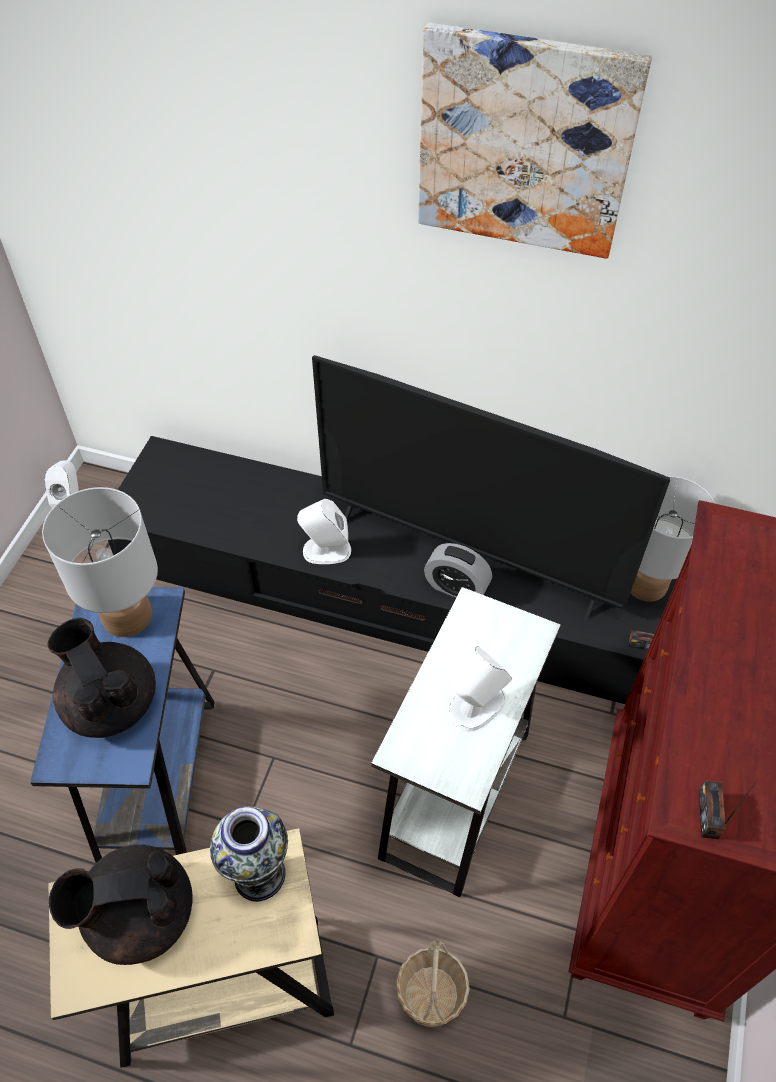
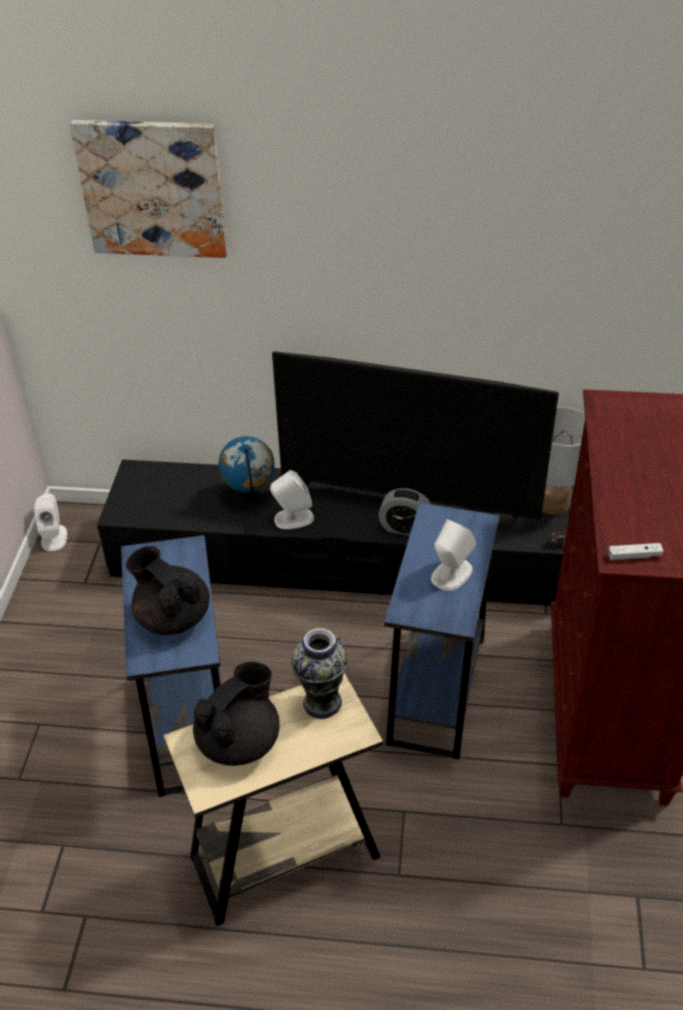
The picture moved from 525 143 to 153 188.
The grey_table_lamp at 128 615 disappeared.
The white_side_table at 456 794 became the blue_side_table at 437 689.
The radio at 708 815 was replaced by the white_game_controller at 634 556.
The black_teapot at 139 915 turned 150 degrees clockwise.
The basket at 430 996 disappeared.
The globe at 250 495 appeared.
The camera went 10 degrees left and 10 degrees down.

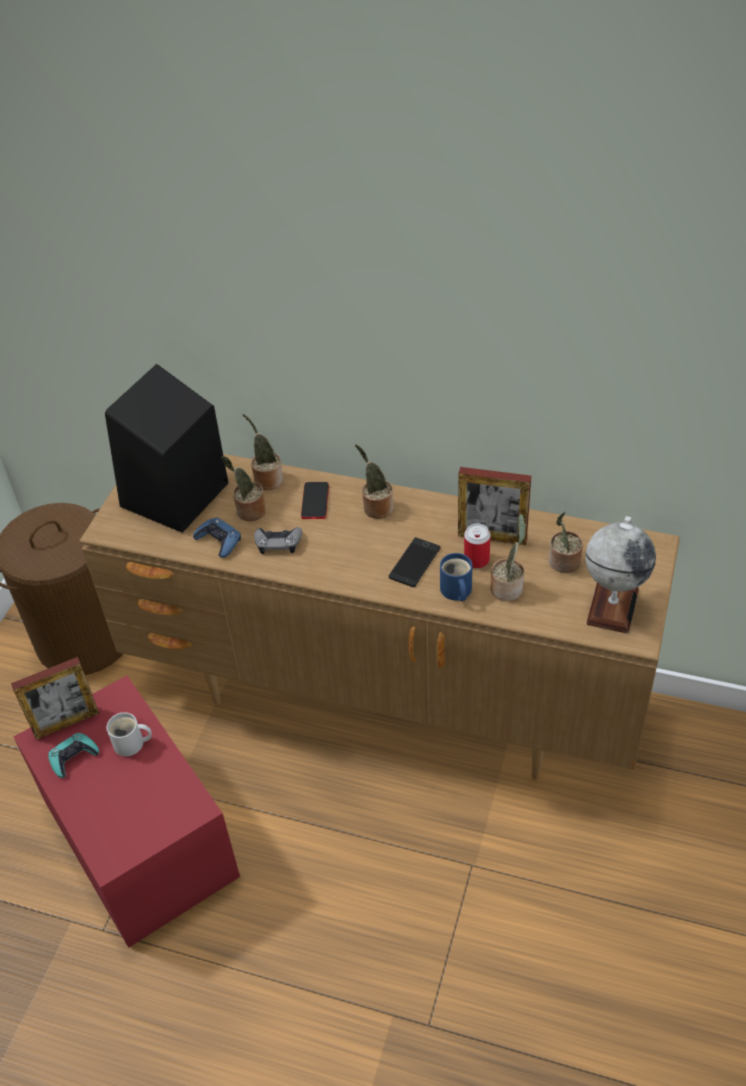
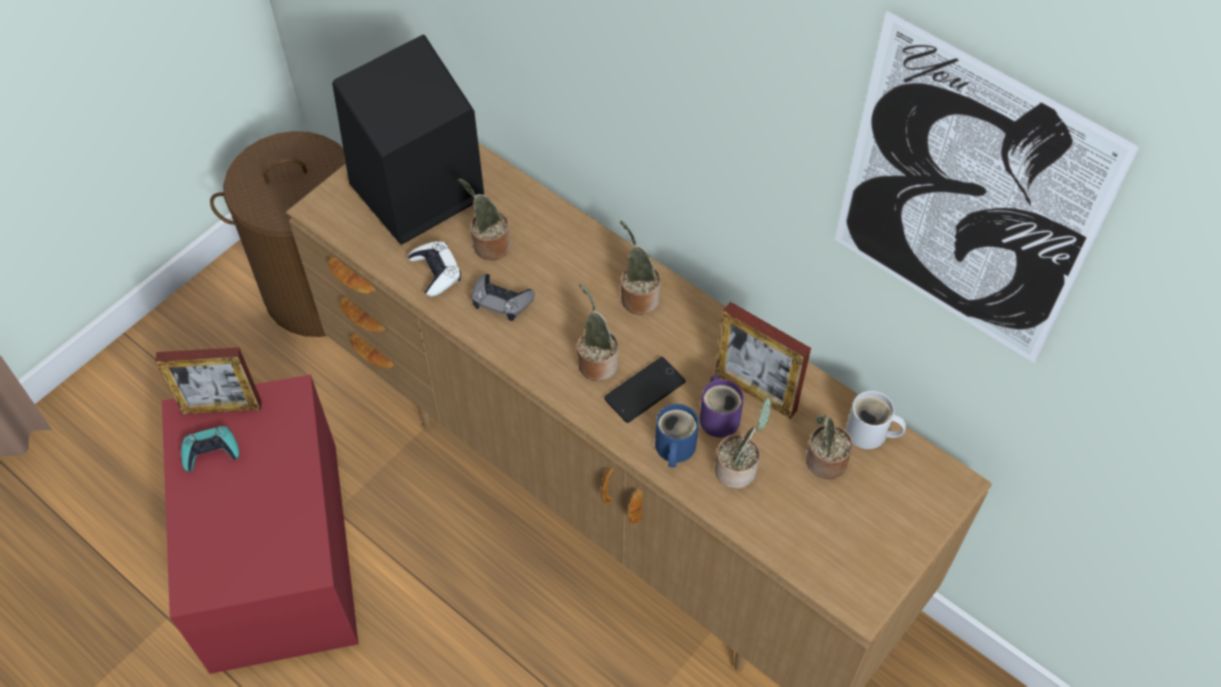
The potted_plant moved from 267 479 to 596 362.
The phone at 315 501 disappeared.
The globe at 612 605 disappeared.
The blue_game_controller at 219 541 became the white_game_controller at 436 272.
The can at 476 560 was replaced by the purple_mug at 720 416.
The white_mug moved from 131 744 to 870 434.
The picture at 966 199 appeared.
The camera went 20 degrees right and 10 degrees up.

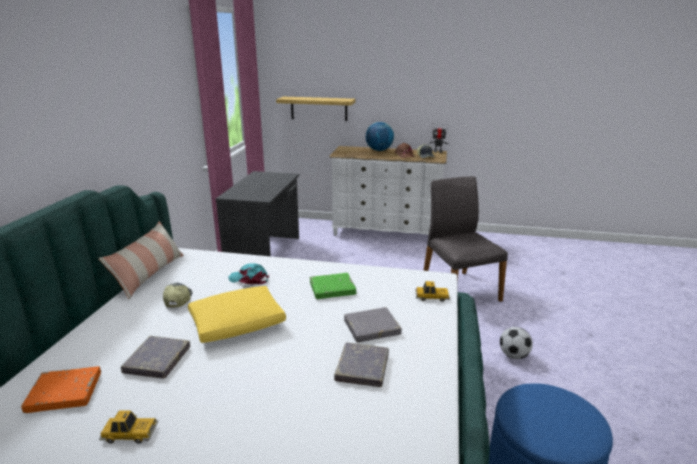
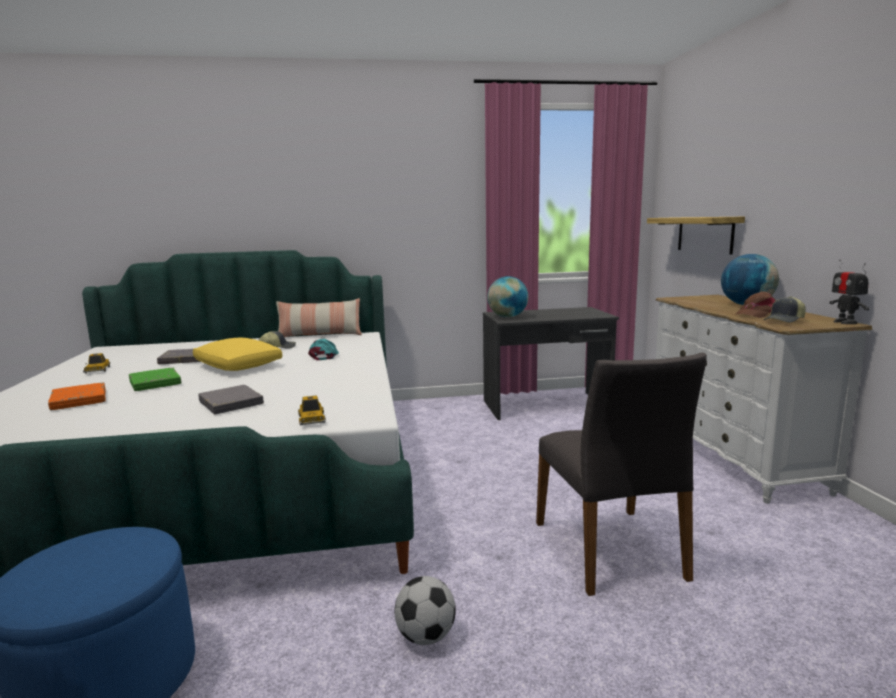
The grey_chair at 458 289 turned 120 degrees clockwise.
The green_book moved from 332 289 to 155 383.
The grey_book at 362 368 disappeared.
The orange_book moved from 64 393 to 79 400.
The globe at 507 317 appeared.
The camera went 70 degrees right and 10 degrees down.

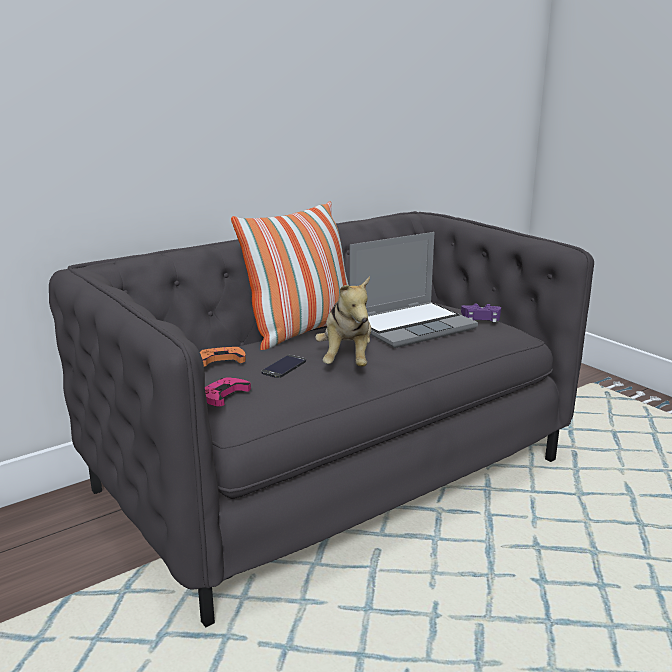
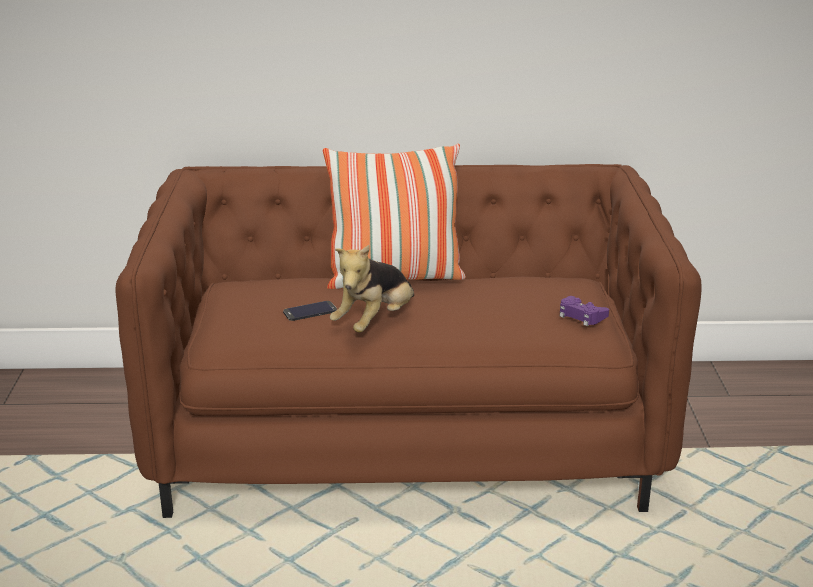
The grey_sofa at 335 473 became the brown_sofa at 406 438.
The laptop at 412 326 disappeared.
The orange_game_controller at 221 360 disappeared.
The pink_game_controller at 223 395 disappeared.
The camera went 35 degrees right and 5 degrees up.

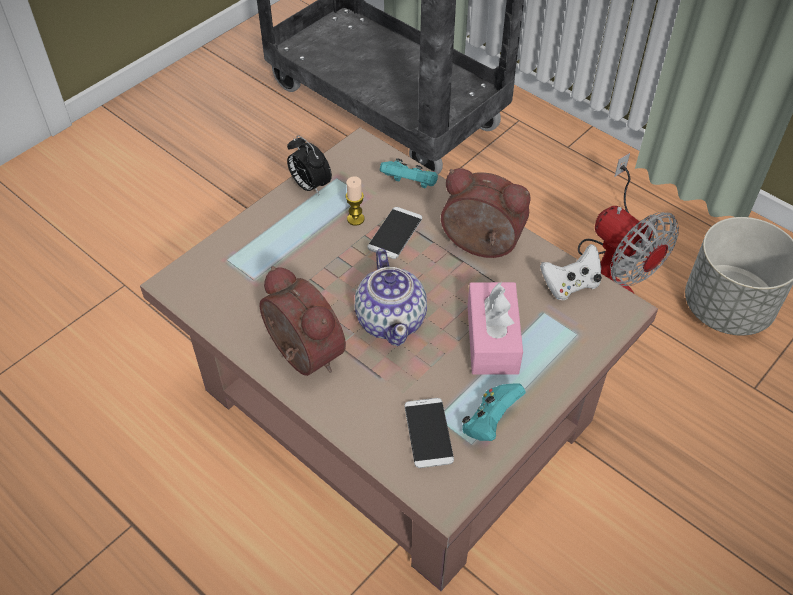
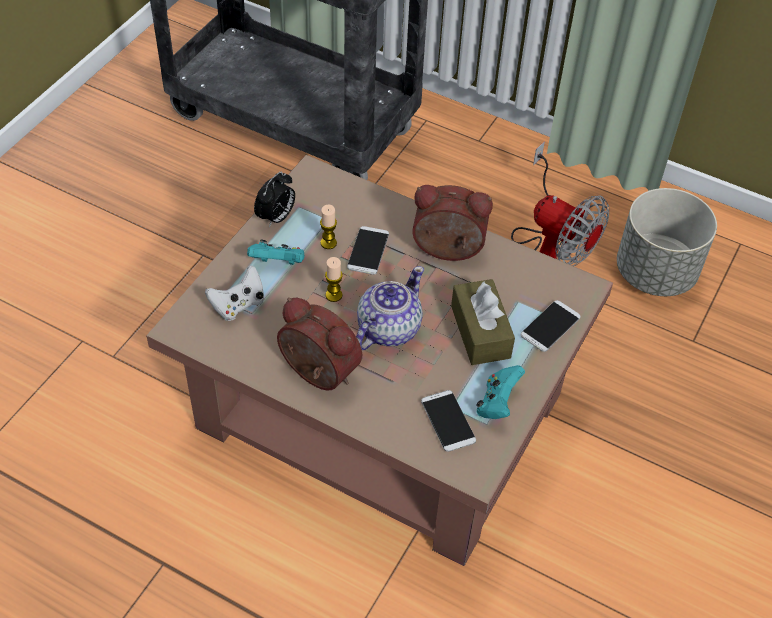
The alarm_clock at 309 186 turned 90 degrees counterclockwise.
The turquoise_game_controller moved from 410 185 to 278 263.
The white_game_controller moved from 570 285 to 238 305.
The teapot at 391 319 turned 120 degrees counterclockwise.
The pink_tissue_box at 492 339 became the brown_tissue_box at 480 332.
The candle at 334 295 appeared.
The phone at 550 326 appeared.
The camera went 15 degrees left and 0 degrees up.

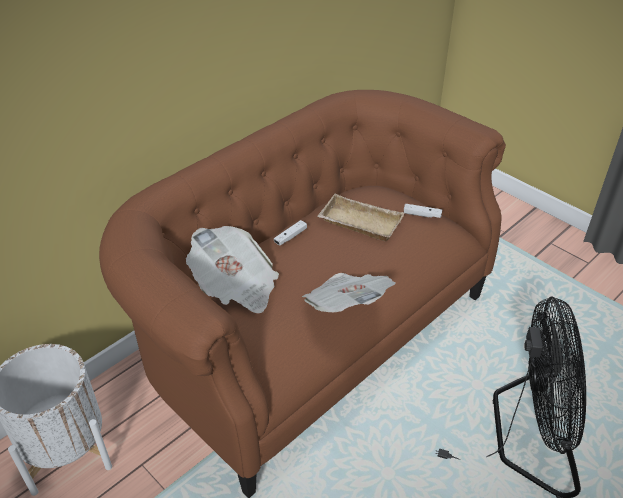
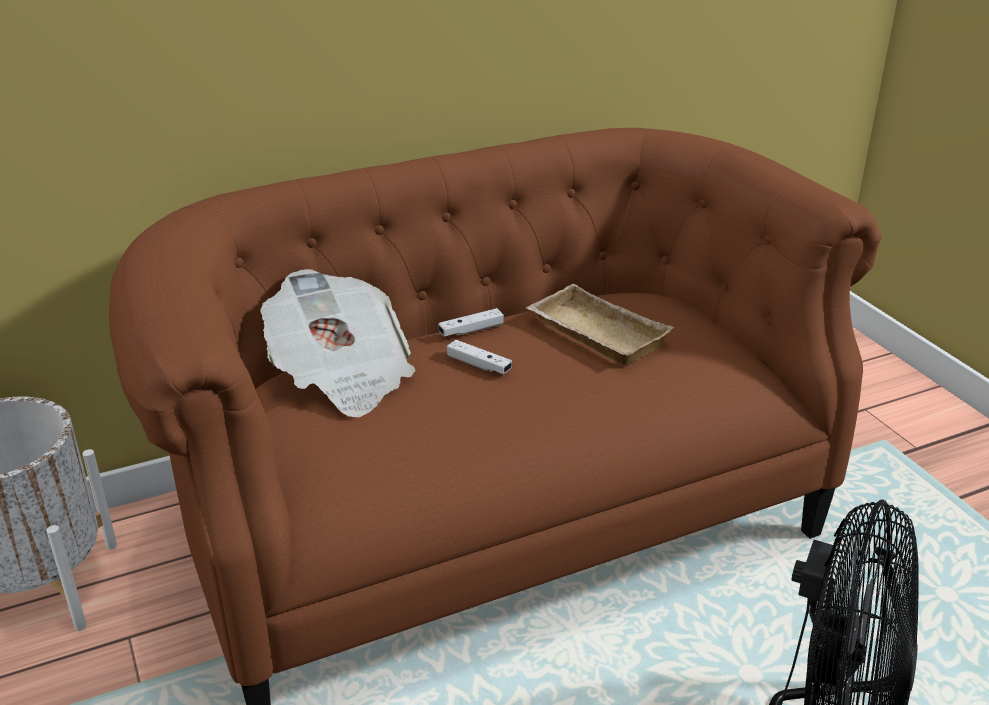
The white_game_controller moved from 422 215 to 479 365.
The newspaper at 346 306 disappeared.
The camera went 20 degrees right and 10 degrees down.

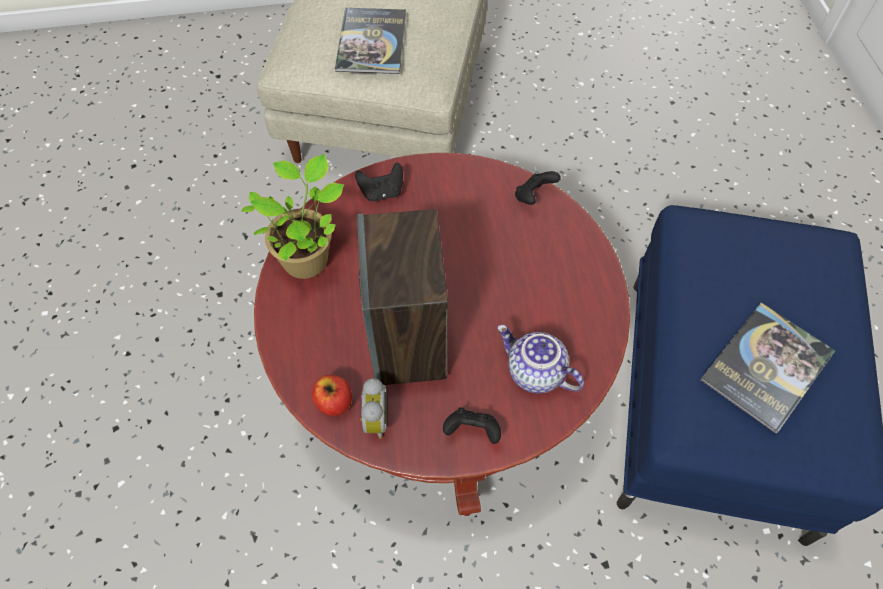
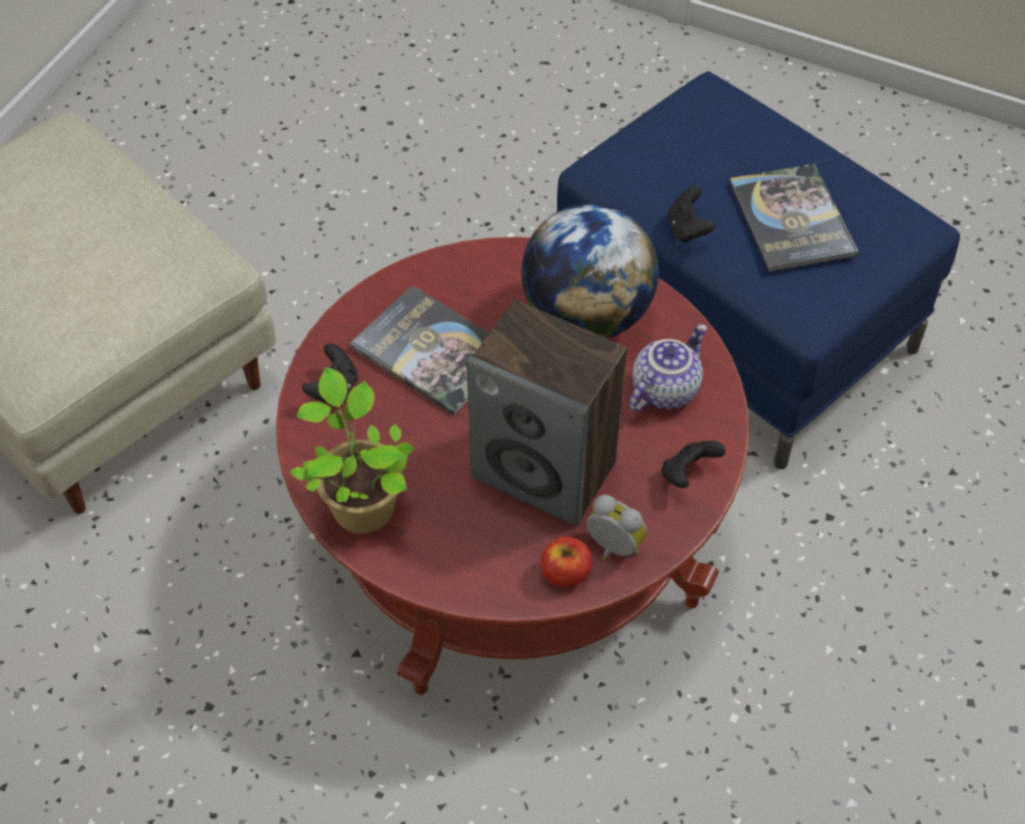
The book moved from 371 42 to 432 351.
The black_game_controller moved from 533 196 to 688 229.
The teapot at 534 373 turned 150 degrees clockwise.
The globe at 586 315 appeared.
The camera went 55 degrees left and 5 degrees down.

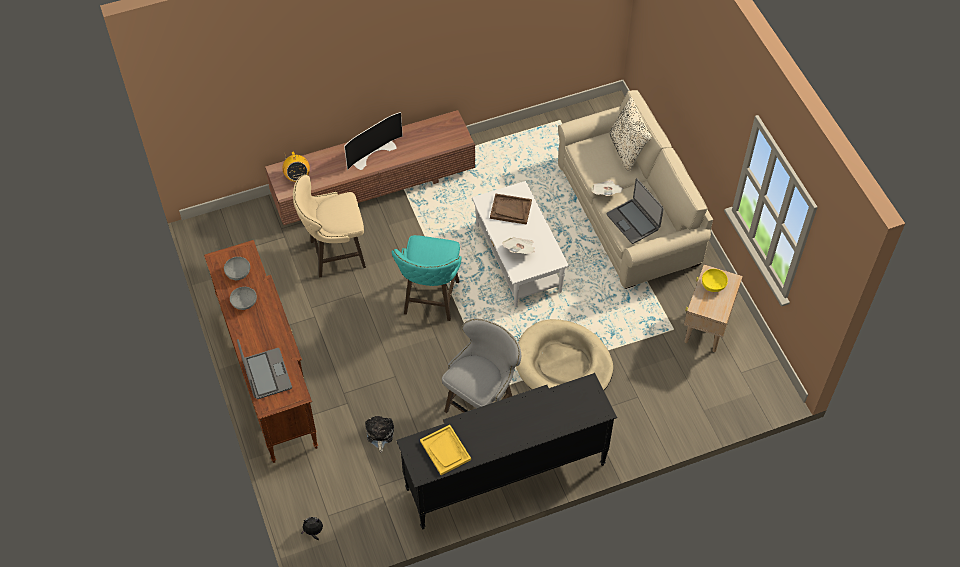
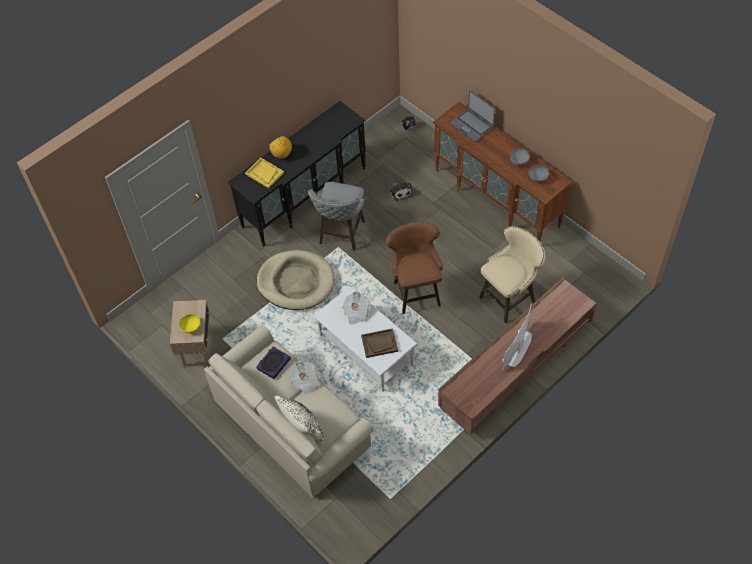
The radio moved from 297 177 to 282 155.
The laptop at 633 221 was replaced by the book at 273 364.
The turquoise_stool at 430 300 became the brown_stool at 416 291.
The yellow_tray moved from 445 450 to 264 173.
The camera went 160 degrees right and 0 degrees up.

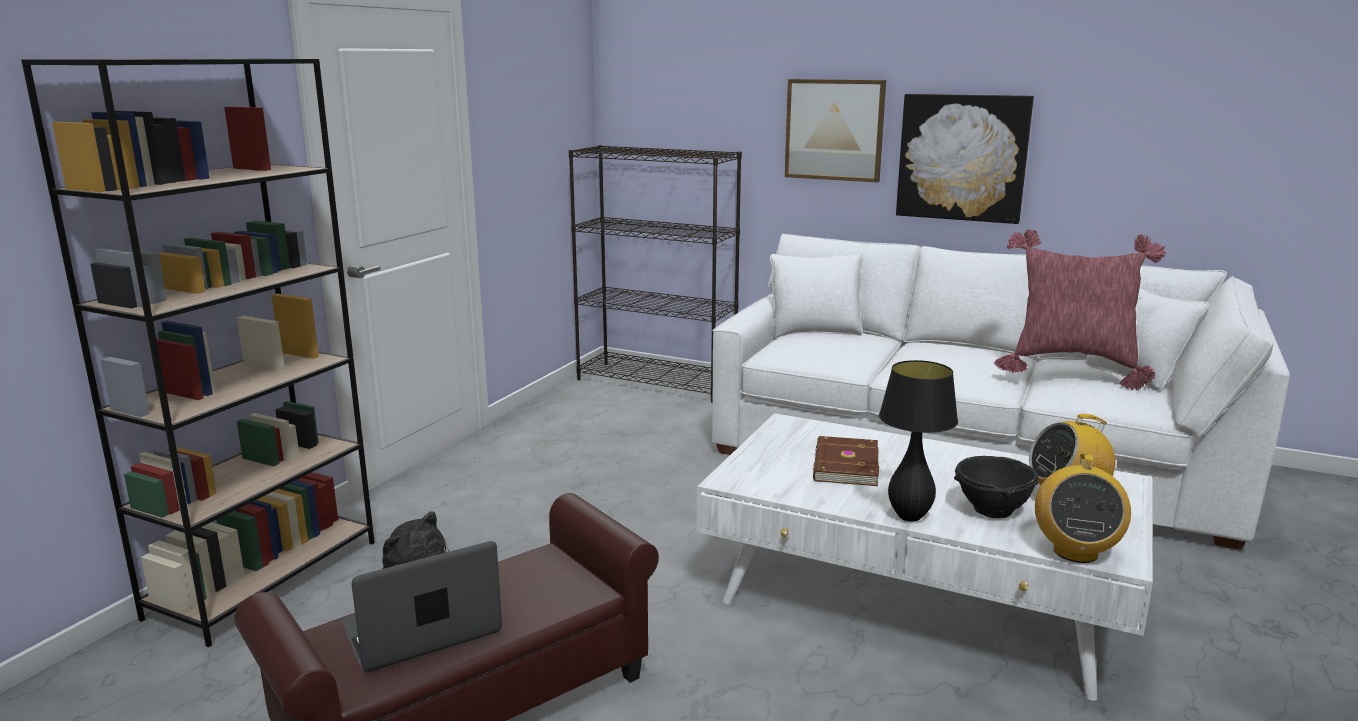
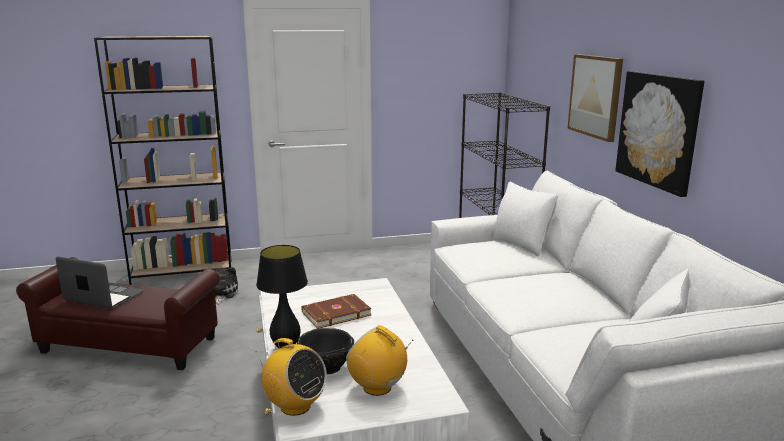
The red_pillow at 1069 376 disappeared.
The radio at 1075 551 turned 120 degrees counterclockwise.
The camera went 50 degrees right and 0 degrees up.

